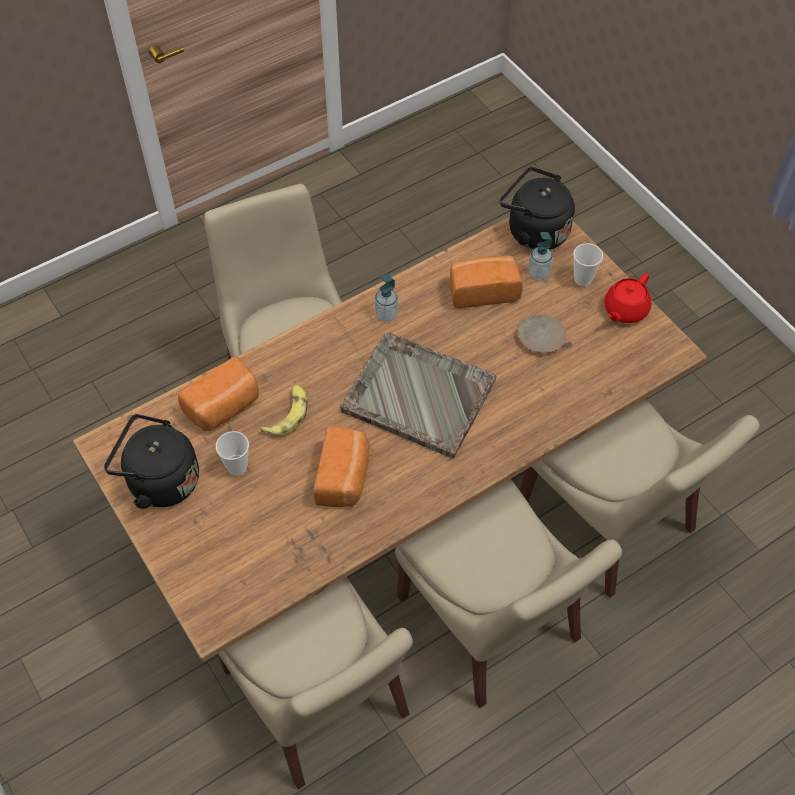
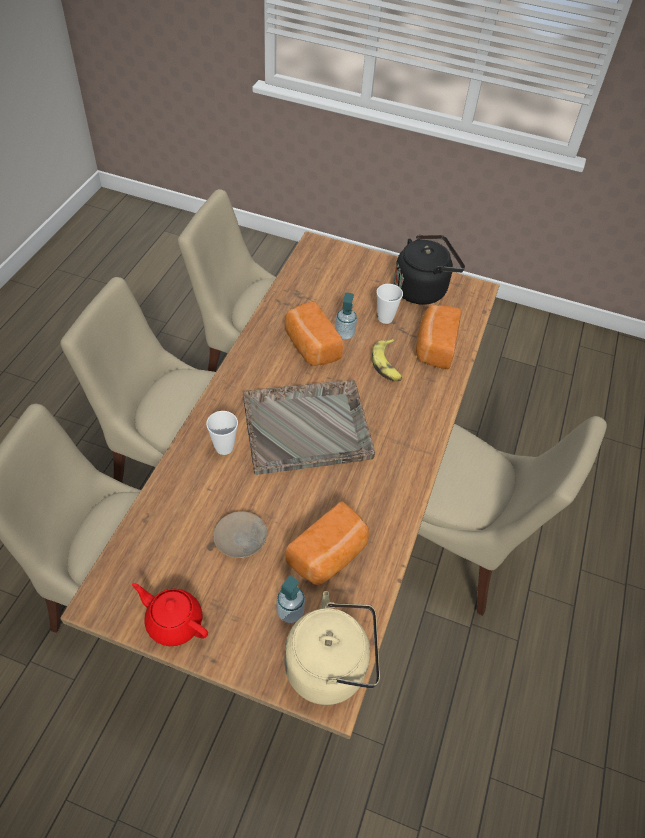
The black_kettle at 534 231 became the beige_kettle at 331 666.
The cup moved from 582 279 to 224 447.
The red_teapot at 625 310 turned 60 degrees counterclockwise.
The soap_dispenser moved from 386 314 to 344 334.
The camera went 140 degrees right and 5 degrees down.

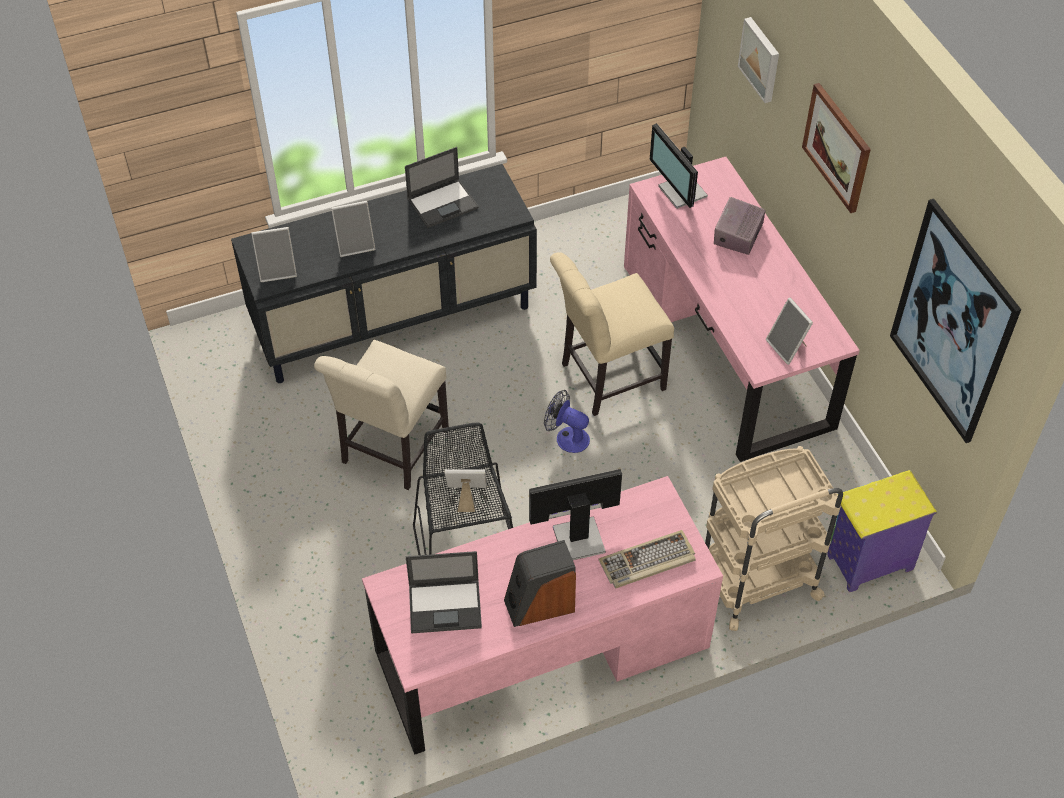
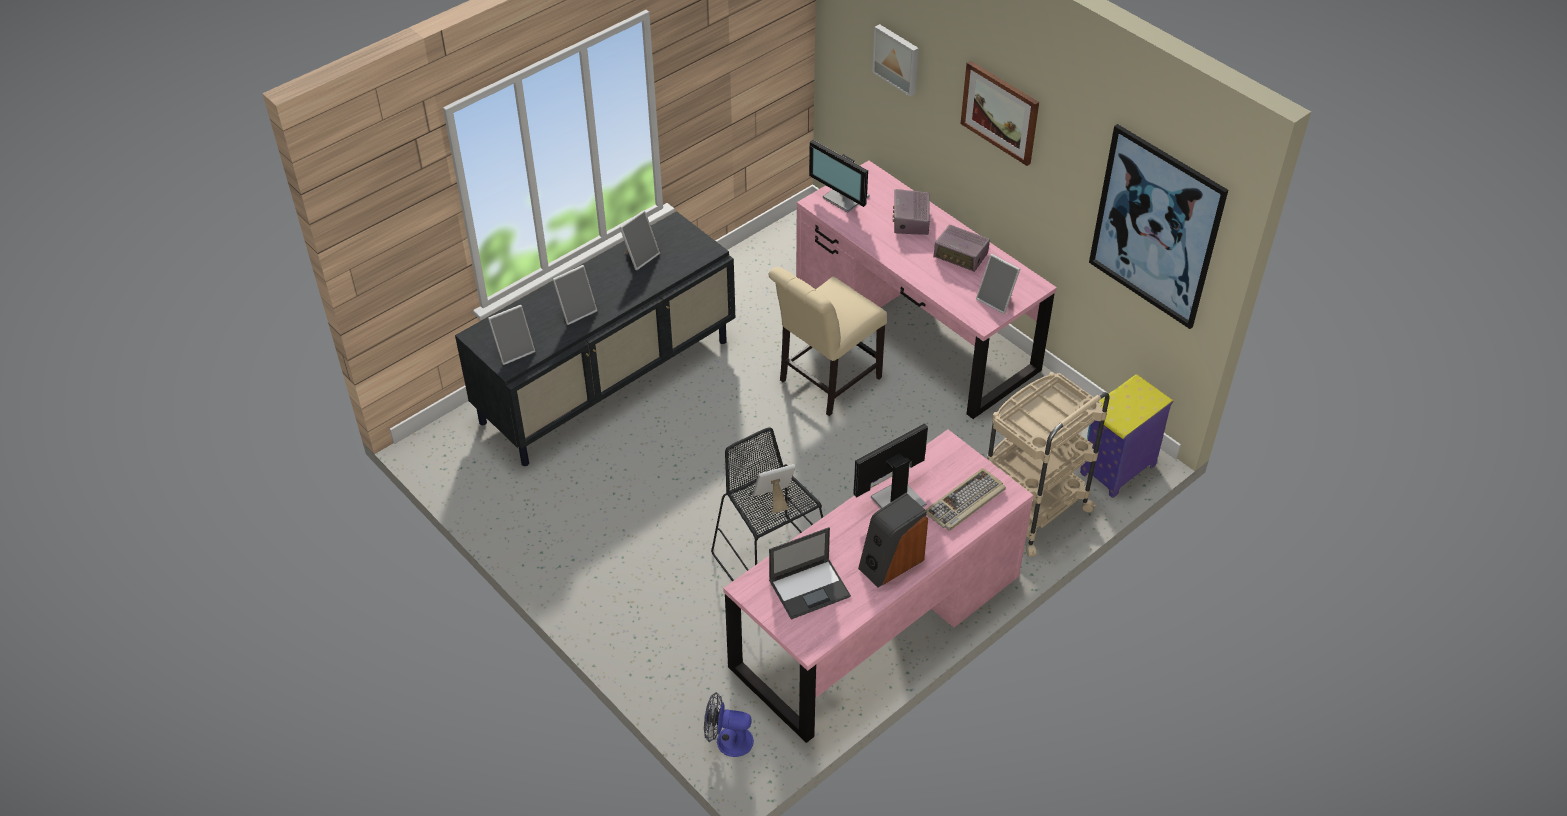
The laptop at 443 203 was replaced by the picture_frame at 640 256.
The beige_chair at 390 451 disappeared.
The fan moved from 567 437 to 727 740.
The radio at 961 256 appeared.
The camera went 20 degrees left and 5 degrees down.

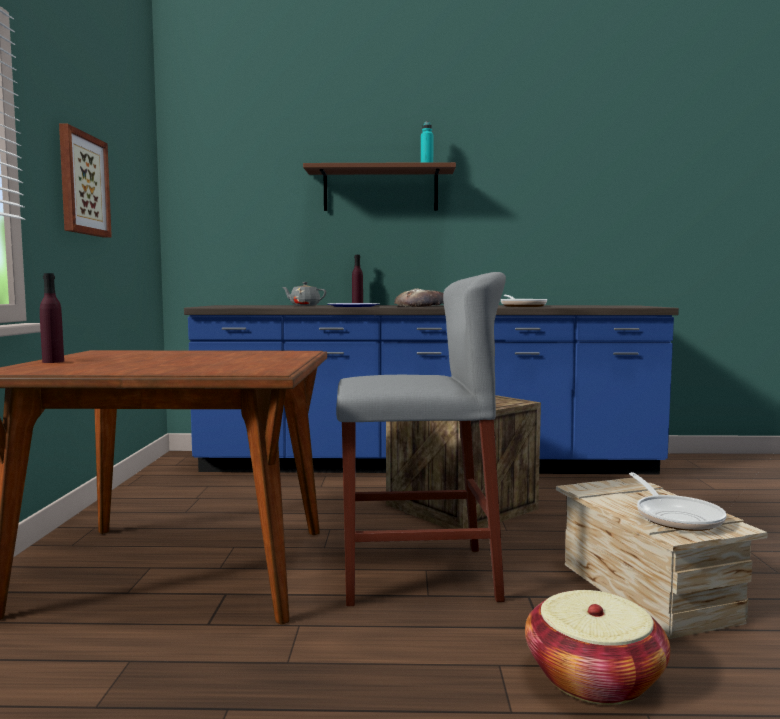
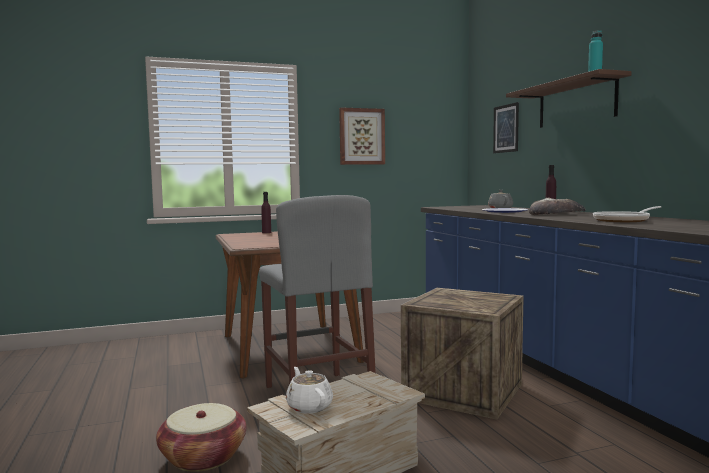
The frying_pan at 675 517 was replaced by the white_teapot at 309 406.
The picture at 506 128 appeared.
The camera went 70 degrees right and 0 degrees up.

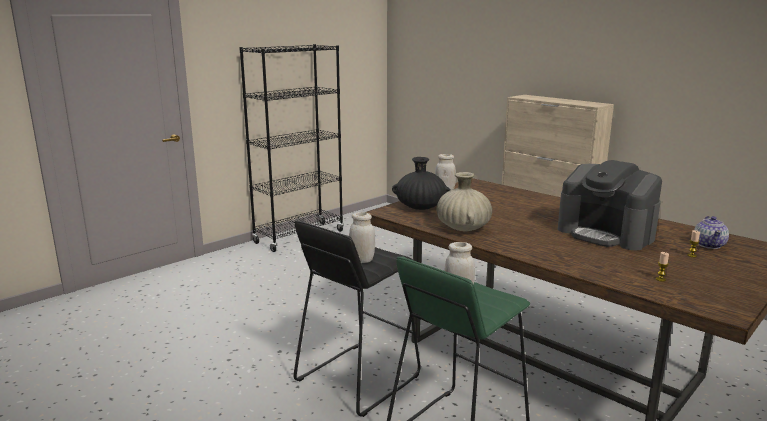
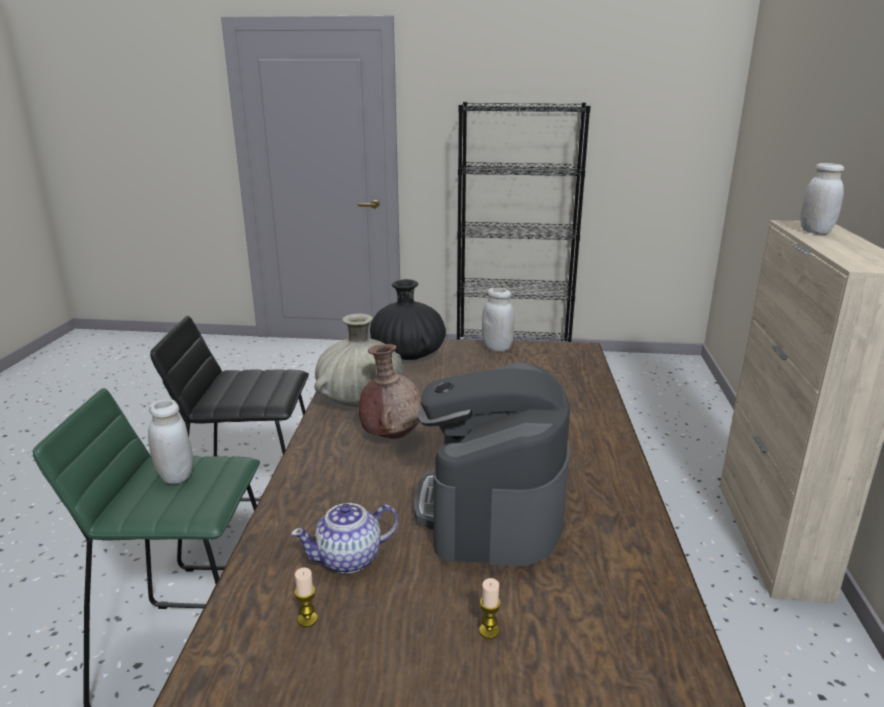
The white_jar moved from 362 260 to 815 232.
The teapot moved from 709 245 to 349 559.
The brown_vase at 392 436 appeared.
The camera went 50 degrees right and 5 degrees up.

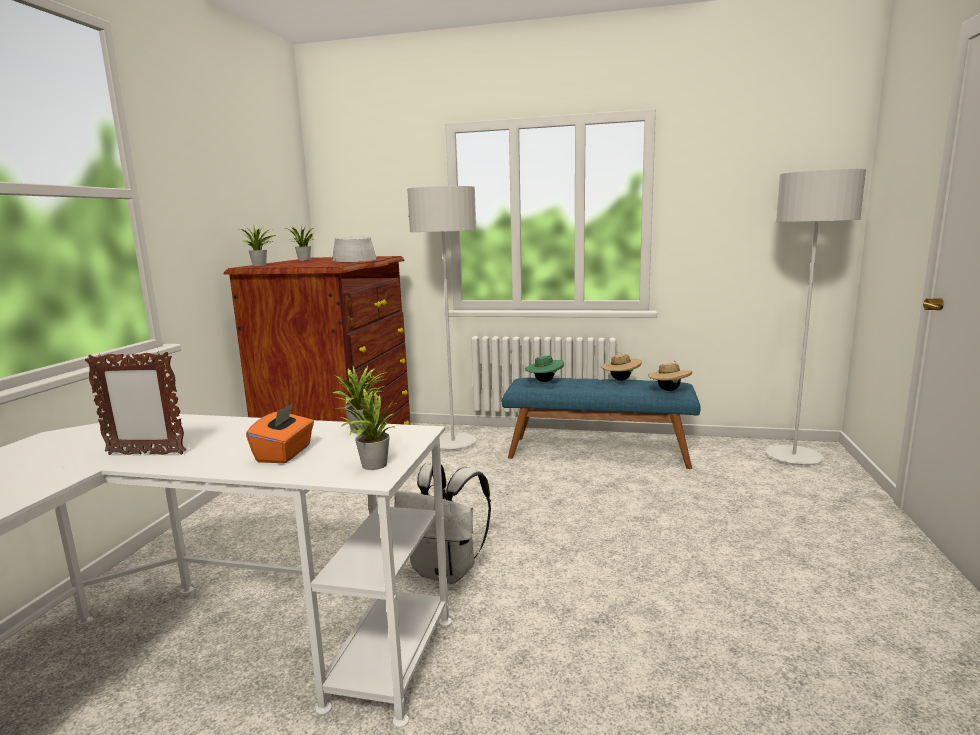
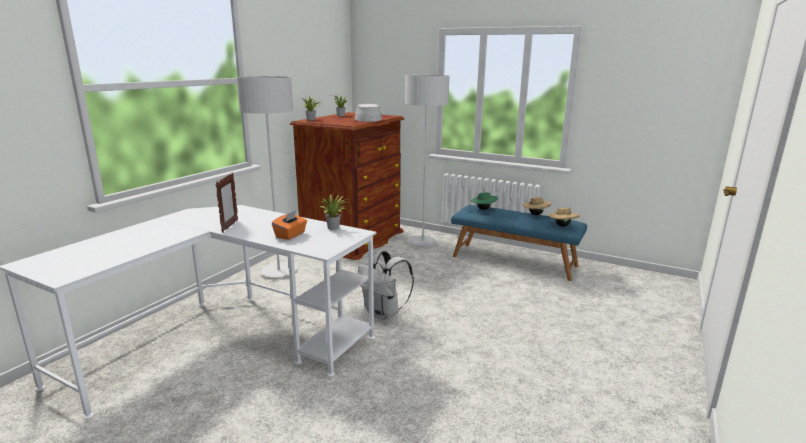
The grey_floor_lamp moved from 793 457 to 279 271.
The picture_frame at 145 454 turned 105 degrees counterclockwise.
The potted_plant at 371 465 disappeared.
The camera went 15 degrees right and 5 degrees up.

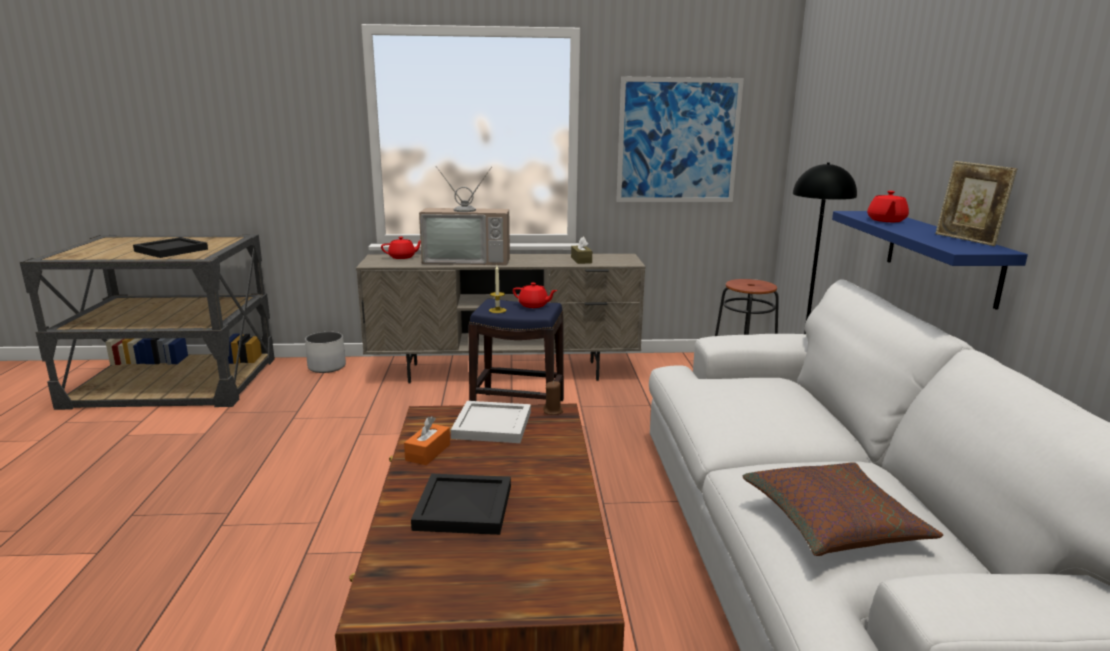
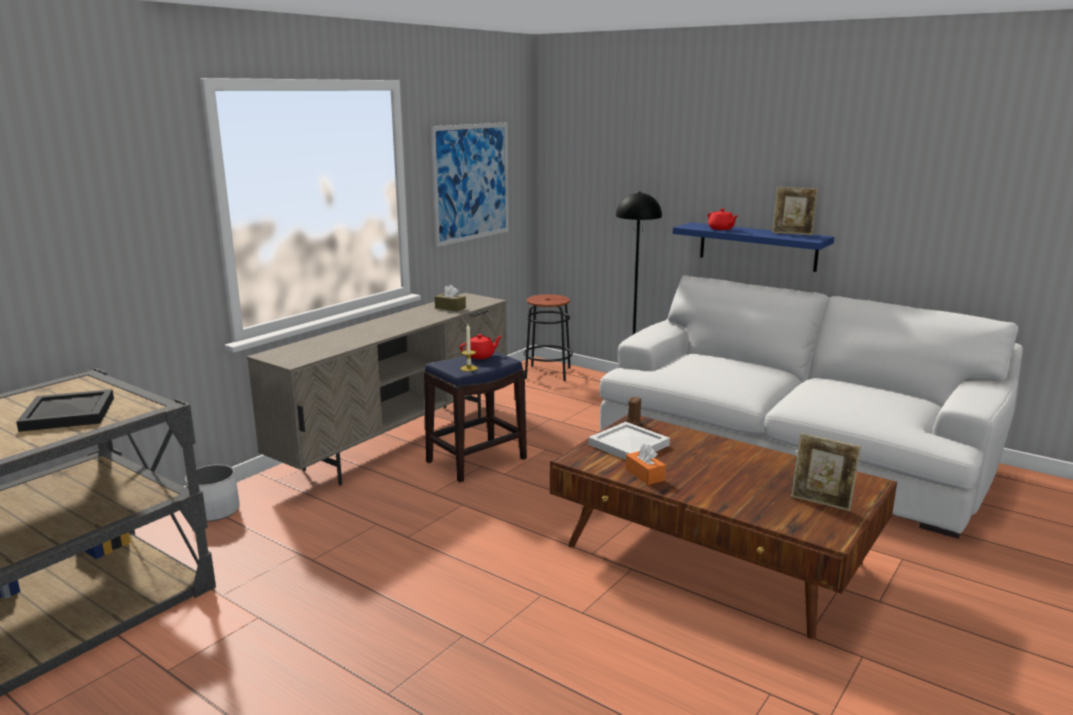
The television at 468 260 disappeared.
The red_teapot at 402 257 disappeared.
The brown_pillow at 833 523 disappeared.
The black_tray at 465 508 disappeared.
The picture_frame at 821 503 appeared.
The camera went 50 degrees left and 0 degrees up.

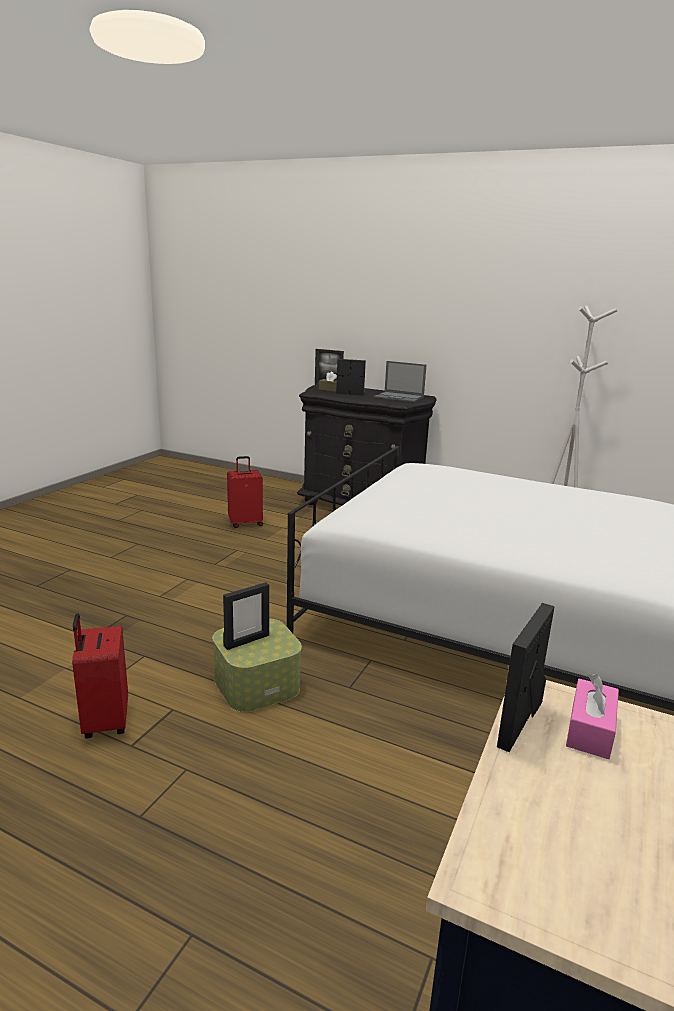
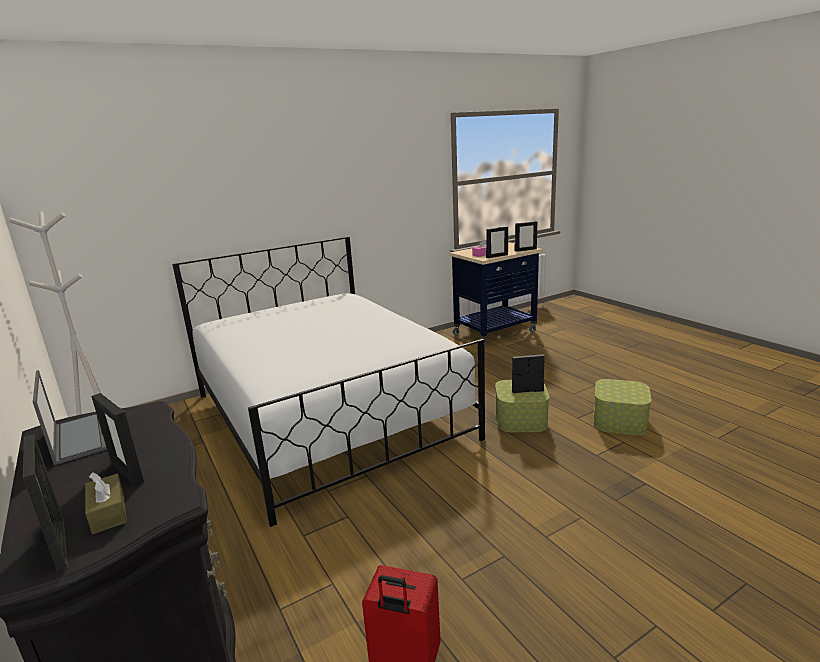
The red_suitcase at 104 721 was replaced by the storage_box at 619 420.
The picture_frame at 525 250 appeared.
The camera went 145 degrees left and 0 degrees up.

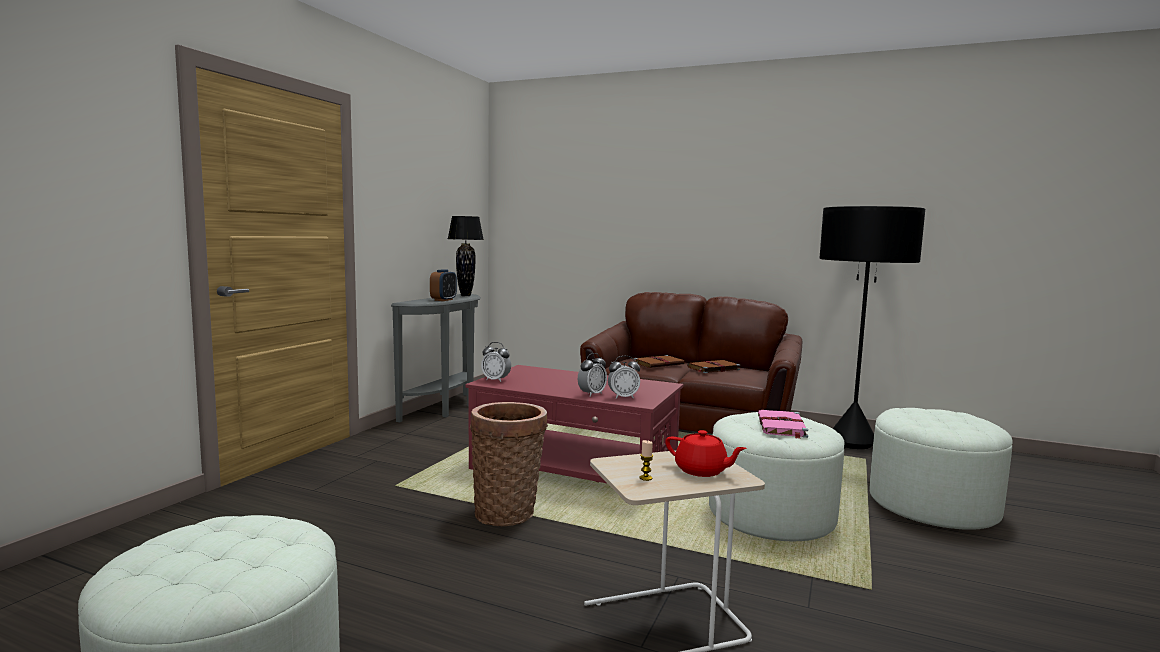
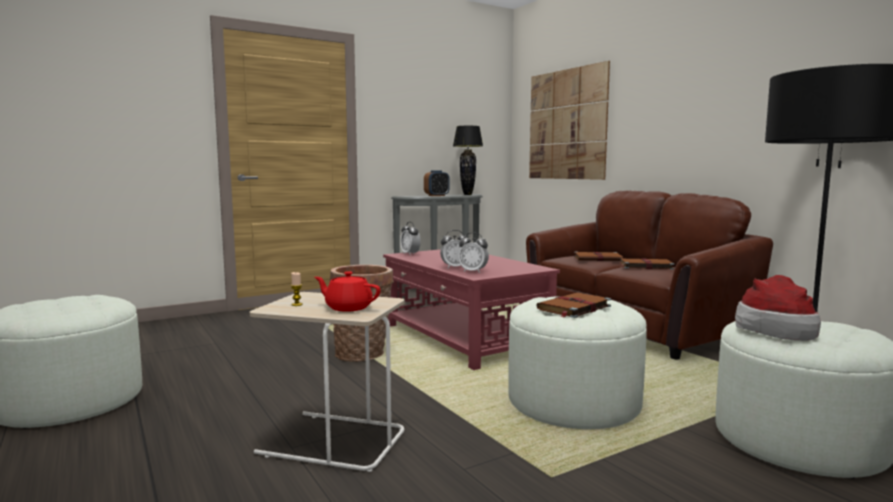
The pink_book at 781 426 became the brown_book at 573 308.
The red_teapot at 702 471 turned 135 degrees clockwise.
The picture at 566 124 appeared.
The hat at 777 329 appeared.
The camera went 35 degrees right and 0 degrees up.

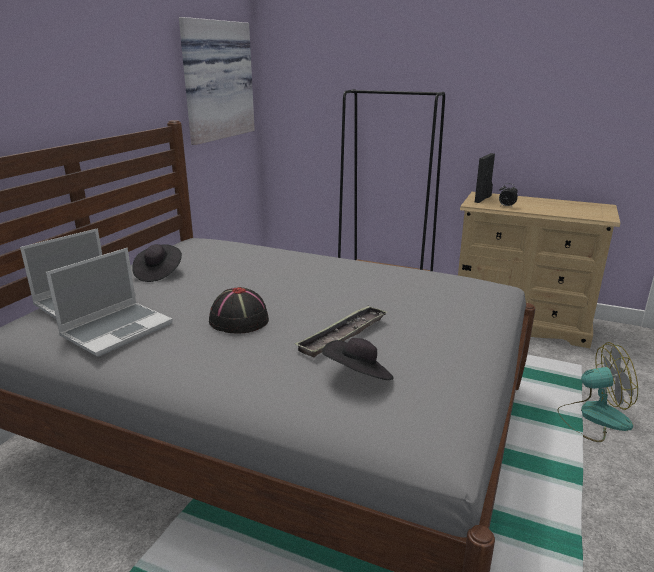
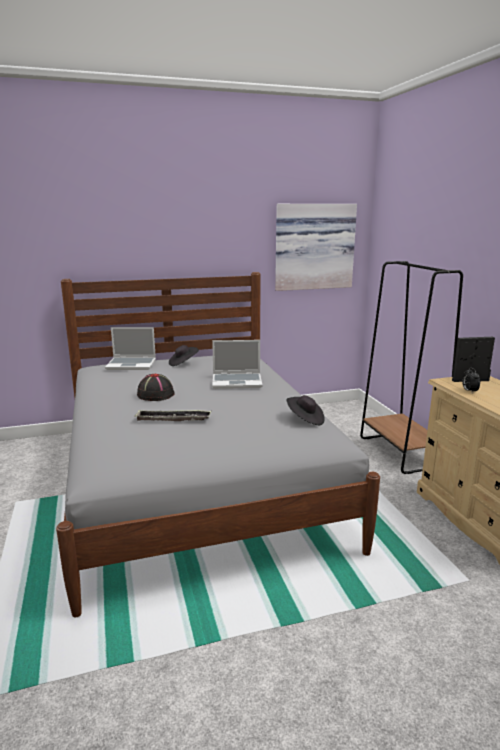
The laptop moved from 118 329 to 237 382.
The black_hat moved from 358 377 to 305 420.
The fan at 593 417 disappeared.
The camera went 50 degrees right and 5 degrees down.

